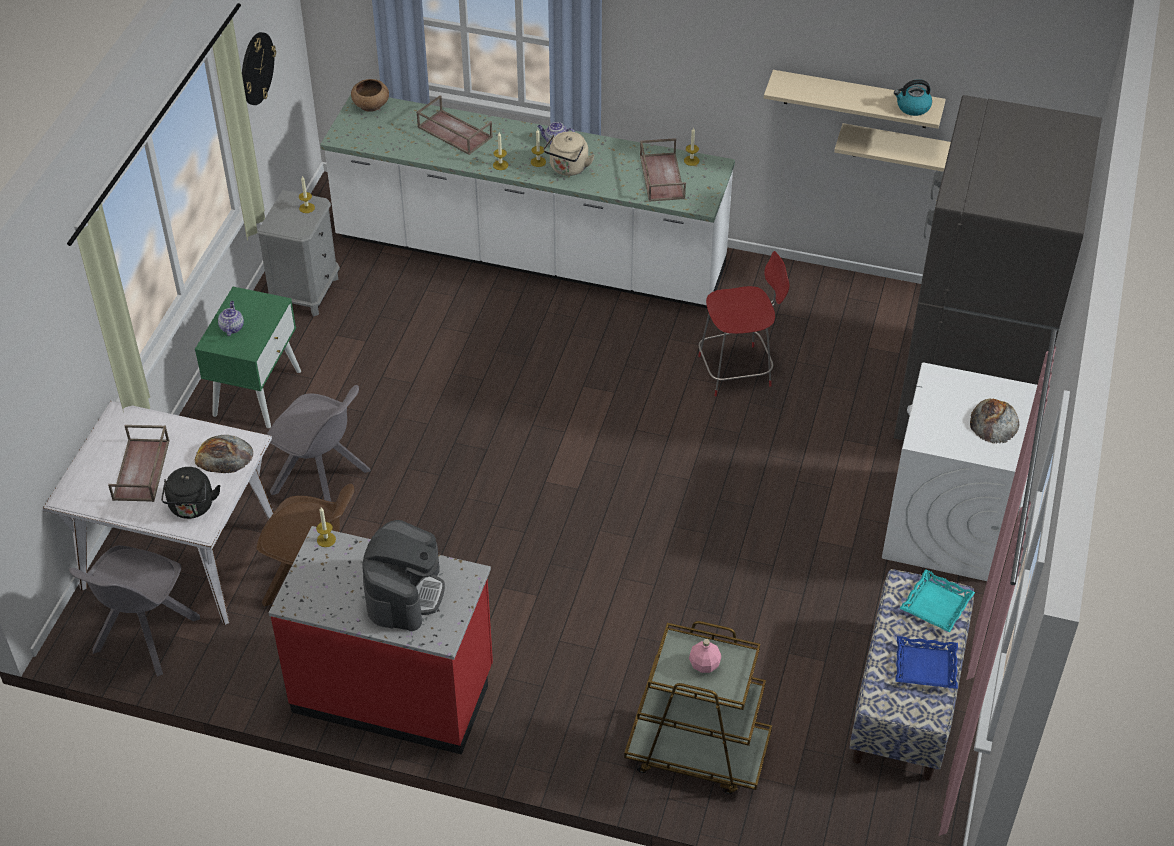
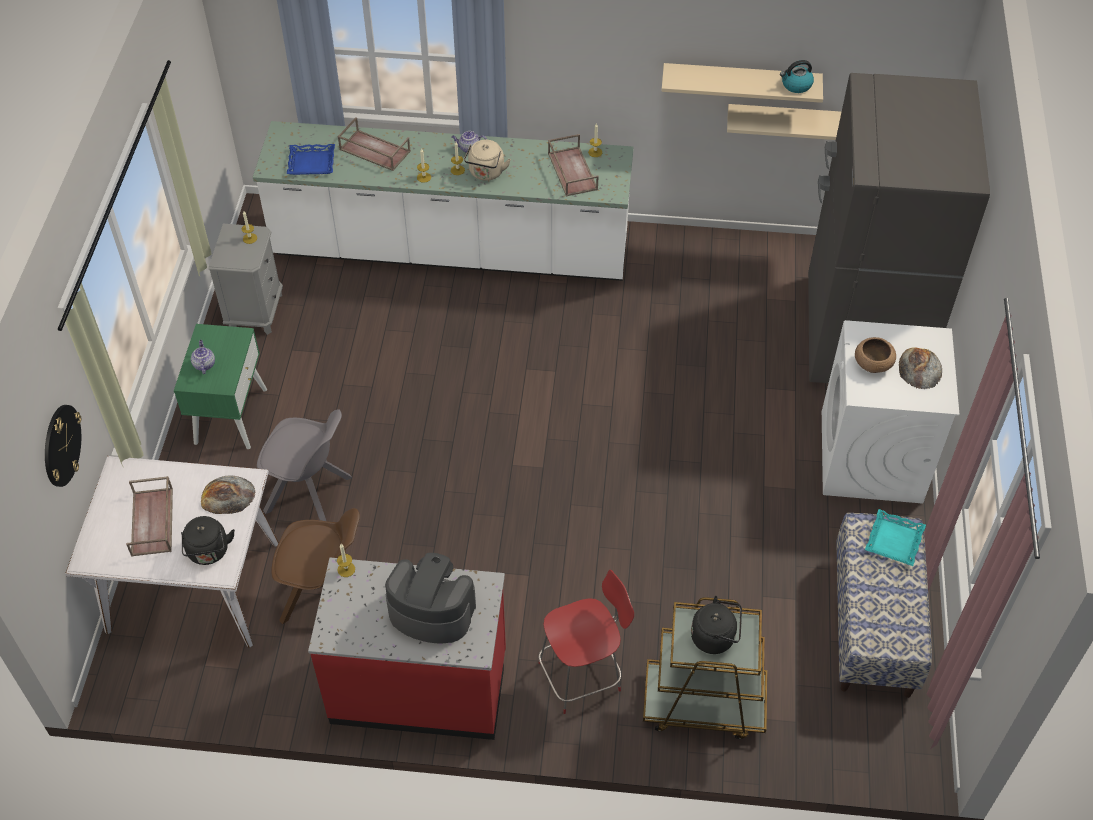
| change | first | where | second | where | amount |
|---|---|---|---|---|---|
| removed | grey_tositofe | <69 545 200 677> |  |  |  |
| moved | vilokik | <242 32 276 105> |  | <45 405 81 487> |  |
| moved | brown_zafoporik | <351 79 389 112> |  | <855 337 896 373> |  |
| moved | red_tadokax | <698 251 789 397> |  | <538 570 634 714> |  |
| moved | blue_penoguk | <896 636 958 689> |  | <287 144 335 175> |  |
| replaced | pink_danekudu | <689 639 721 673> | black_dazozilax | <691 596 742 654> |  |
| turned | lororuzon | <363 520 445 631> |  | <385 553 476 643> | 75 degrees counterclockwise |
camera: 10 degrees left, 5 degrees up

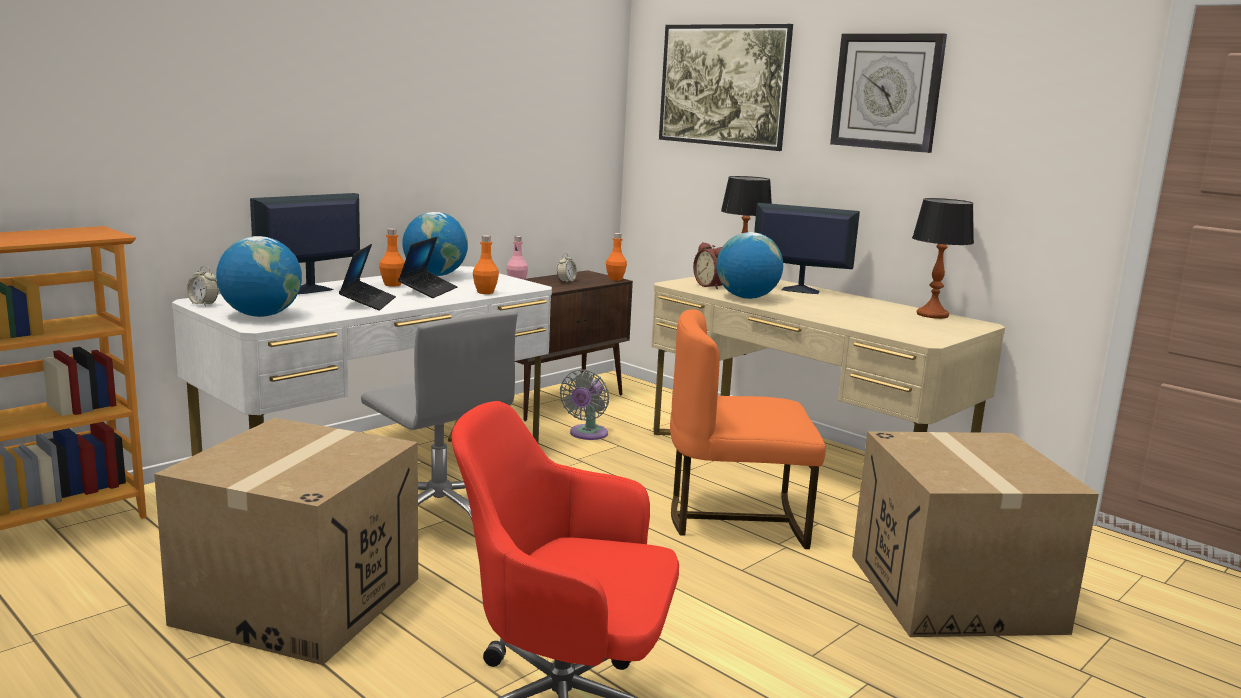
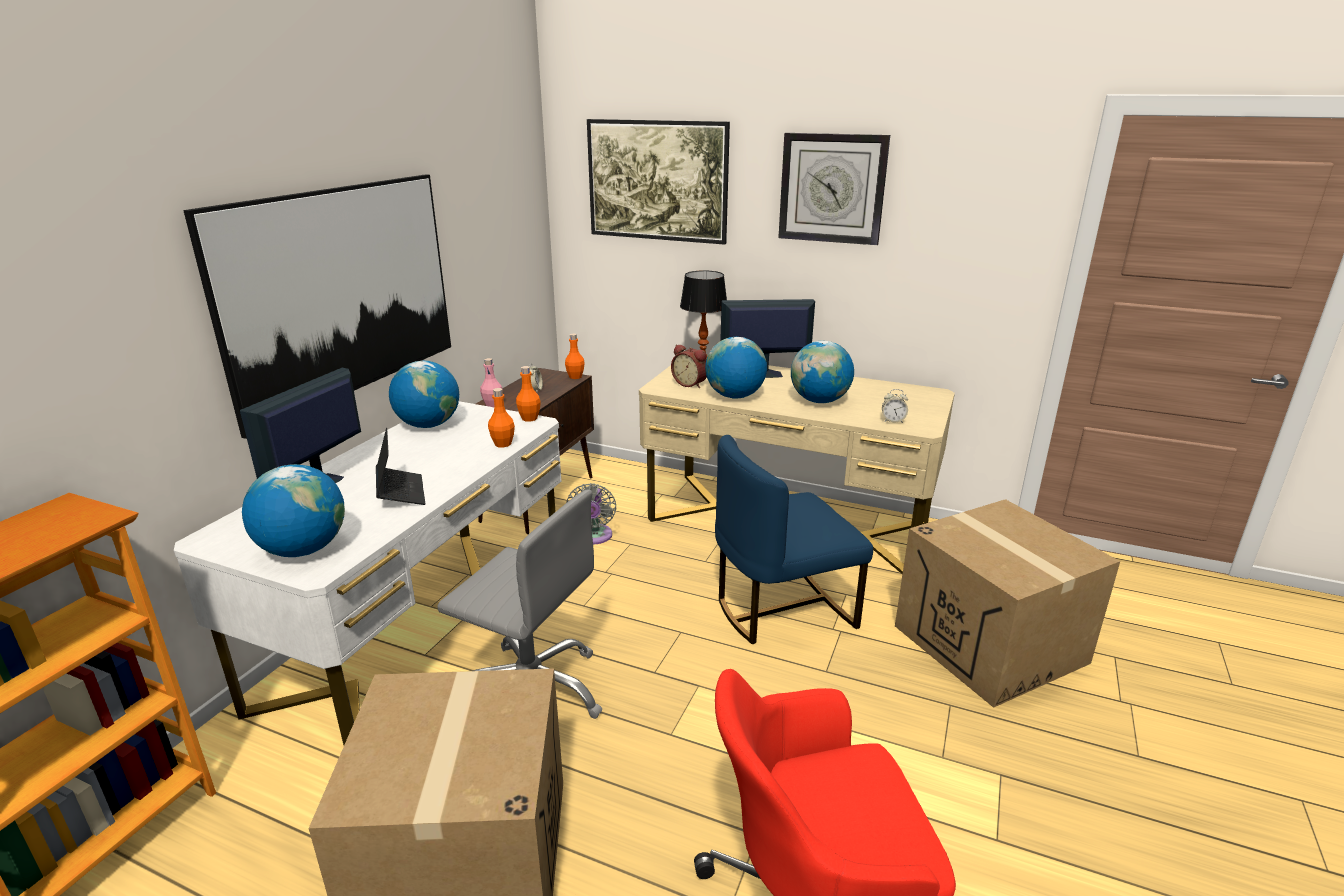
| change | first | where | second | where | amount |
|---|---|---|---|---|---|
| removed | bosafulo | <398 237 457 298> |  |  |  |
| removed | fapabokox | <912 198 974 319> |  |  |  |
| added |  |  | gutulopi | <183 174 451 439> |  |
| added |  |  | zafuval | <791 341 854 403> |  |
| moved | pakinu | <187 266 218 307> |  | <882 389 908 423> |  |
| moved | orange_danekudu | <379 228 405 287> |  | <516 366 541 422> |  |
| recoloured | orange_tositofe | <670 309 826 549> | blue_tositofe | <715 435 873 644> |  |
camera: 20 degrees left, 10 degrees up

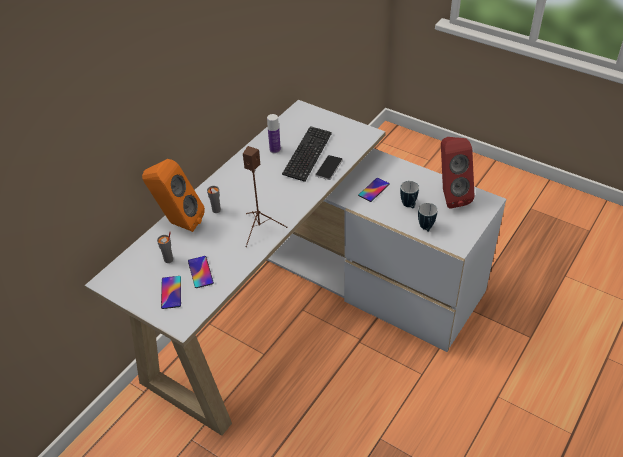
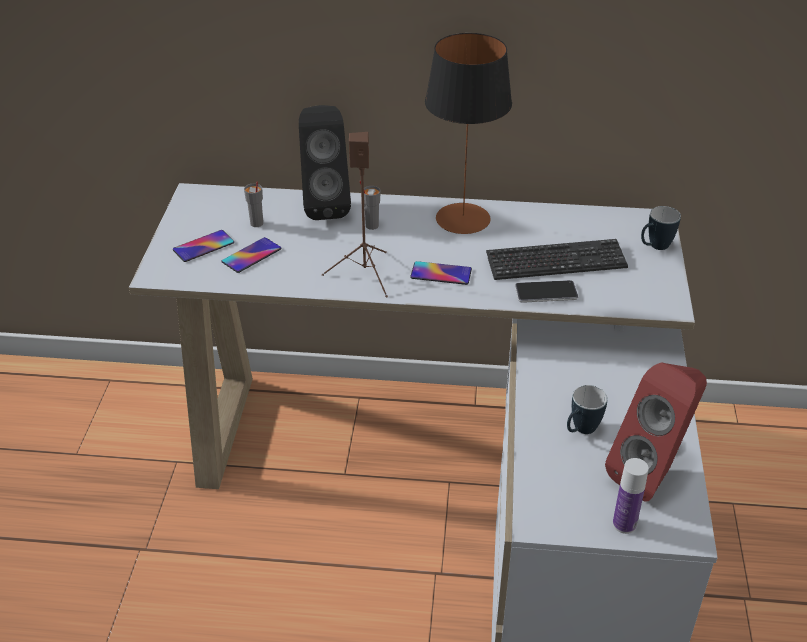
| change | first | where | second | where | amount |
|---|---|---|---|---|---|
| added |  |  | fapabokox | <425 33 512 234> |  |
| moved | danekudu | <267 114 281 154> |  | <613 458 649 534> |  |
| moved | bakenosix | <358 178 390 202> |  | <410 261 472 285> |  |
| moved | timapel | <418 203 438 232> |  | <641 206 681 250> |  |
| recoloured | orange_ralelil | <142 159 205 232> | black_ralelil | <299 105 351 220> |  |
camera: 60 degrees right, 5 degrees down

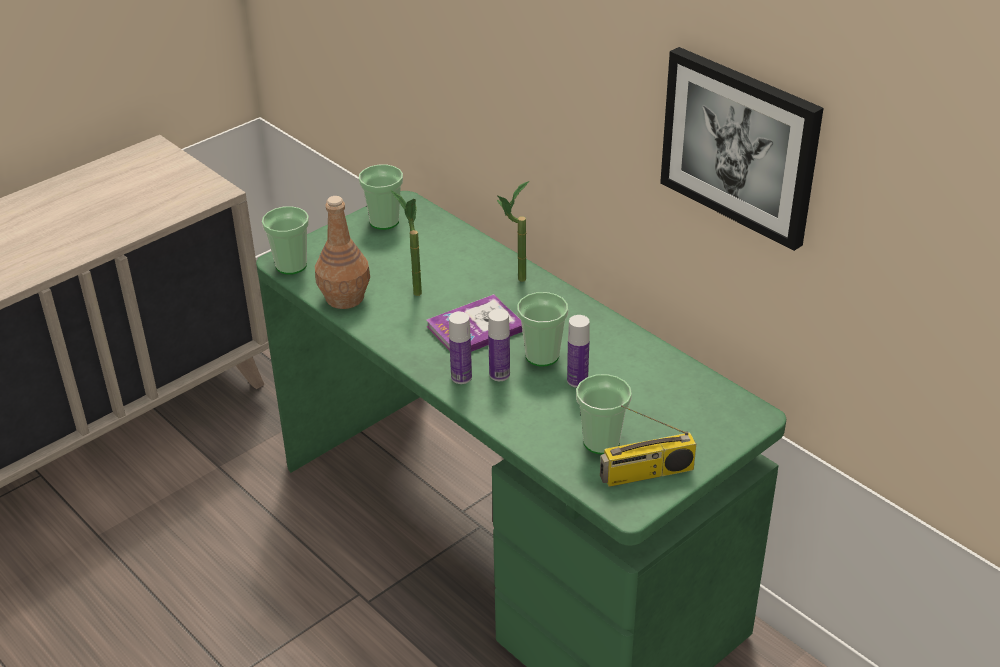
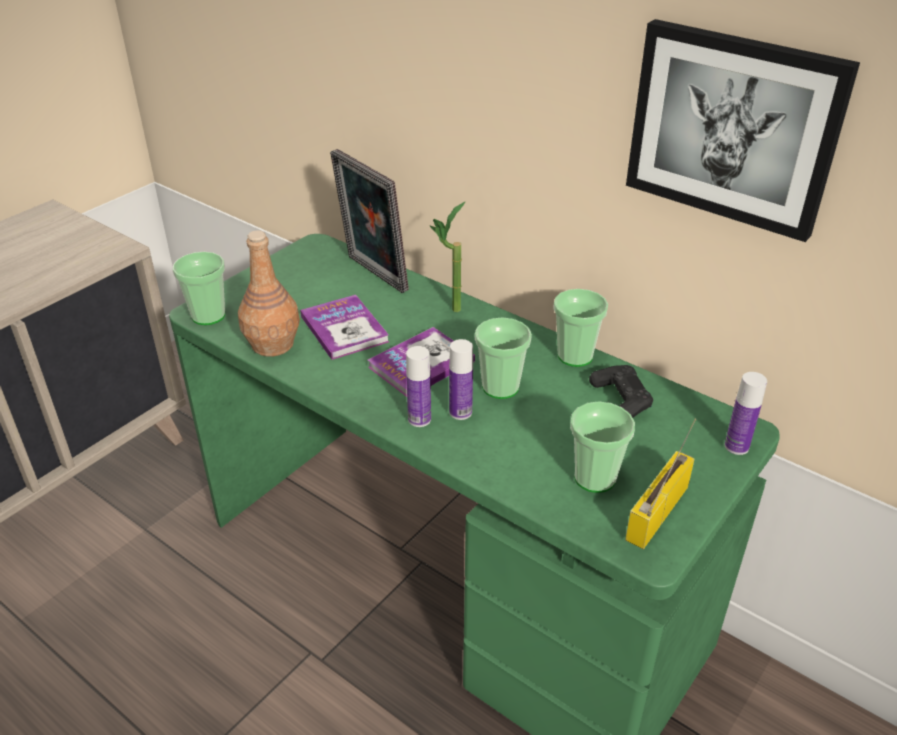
| change | first | where | second | where | amount |
|---|---|---|---|---|---|
| added |  |  | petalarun | <330 149 409 293> |  |
| added |  |  | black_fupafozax | <589 365 653 418> |  |
| moved | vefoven | <359 164 403 230> |  | <553 289 608 367> |  |
| moved | danekudu | <567 315 590 388> |  | <725 372 767 455> |  |
| replaced | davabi | <391 191 422 296> | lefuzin | <300 295 389 360> |  |
| turned | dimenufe | <600 405 696 487> |  | <625 419 697 549> | 150 degrees clockwise |
camera: 10 degrees left, 0 degrees up

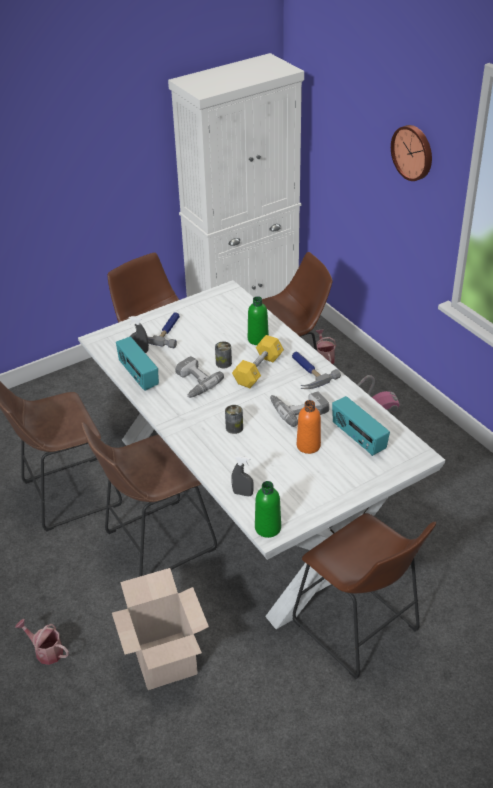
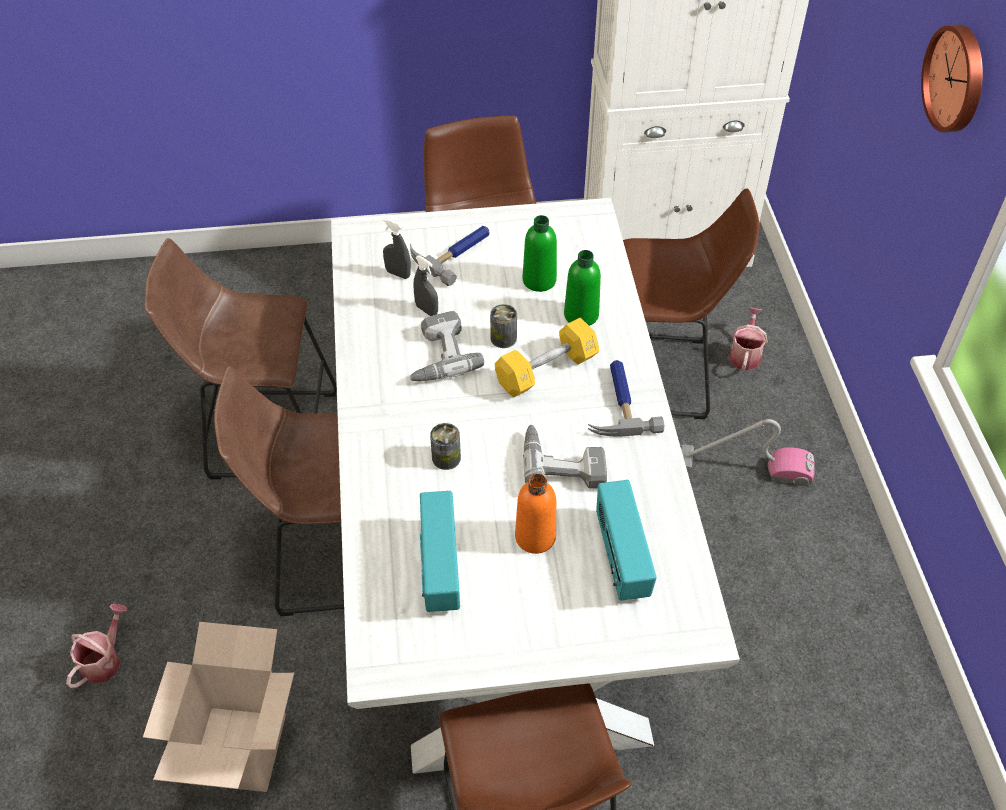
| change | first | where | second | where | amount |
|---|---|---|---|---|---|
| moved | dimenufe | <116 337 159 391> |  | <420 491 460 612> |  |
| moved | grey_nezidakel | <231 456 254 497> |  | <414 255 438 316> |  |
| moved | green_danekudu | <255 481 281 538> |  | <523 215 557 292> |  |
| turned | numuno | <15 619 69 665> |  | <66 604 128 688> | 60 degrees clockwise |
camera: 25 degrees right, 10 degrees up

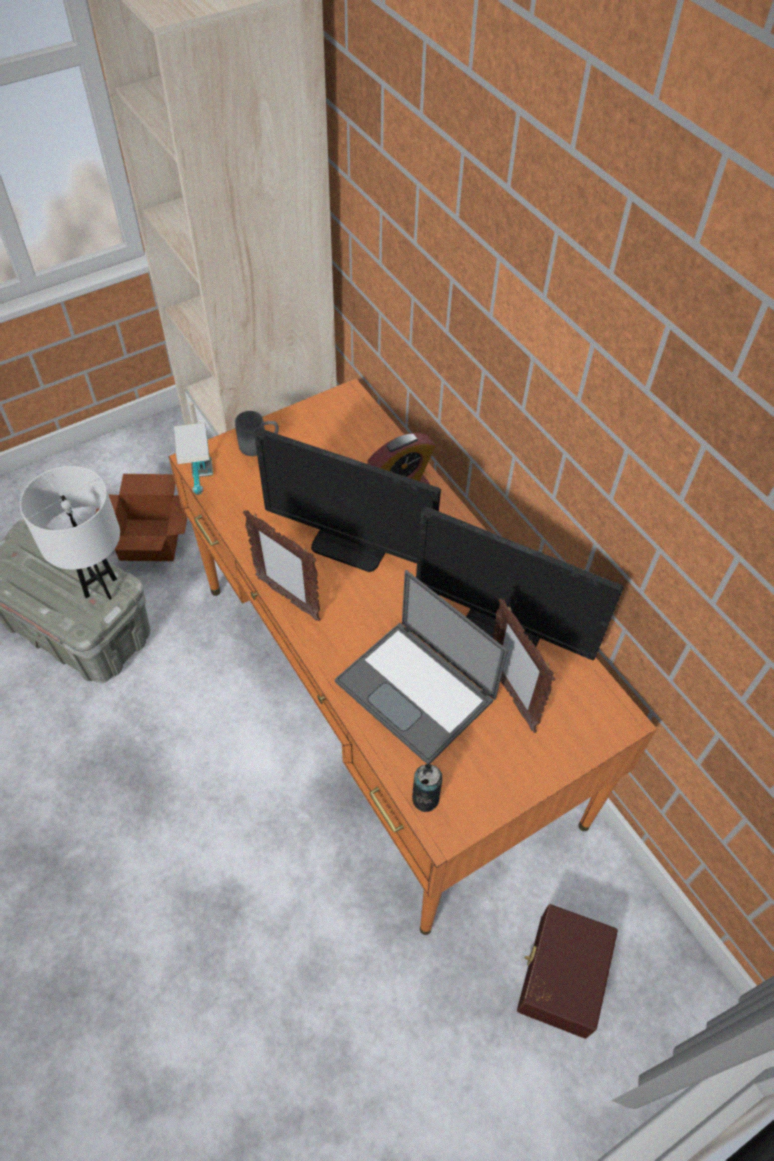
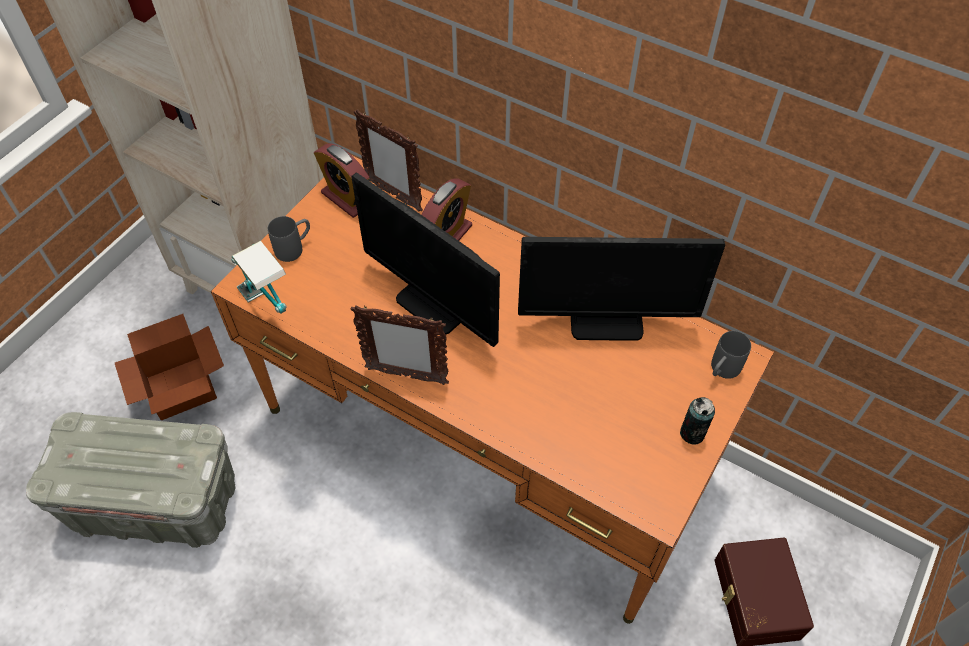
| change | first | where | second | where | amount |
|---|---|---|---|---|---|
| removed | white_fapabokox | <20 466 120 600> |  |  |  |
| removed | bosafulo | <335 570 508 764> |  |  |  |
| added |  |  | pakinu | <314 143 369 218> |  |
| added |  |  | grey_timapel | <711 331 751 379> |  |
| moved | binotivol | <412 764 442 812> |  | <680 397 715 444> |  |
| moved | petalarun | <492 598 555 733> |  | <353 109 423 212> |  |
| turned | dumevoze | <254 428 441 572> |  | <351 172 500 347> | 45 degrees clockwise |
camera: 25 degrees left, 0 degrees up

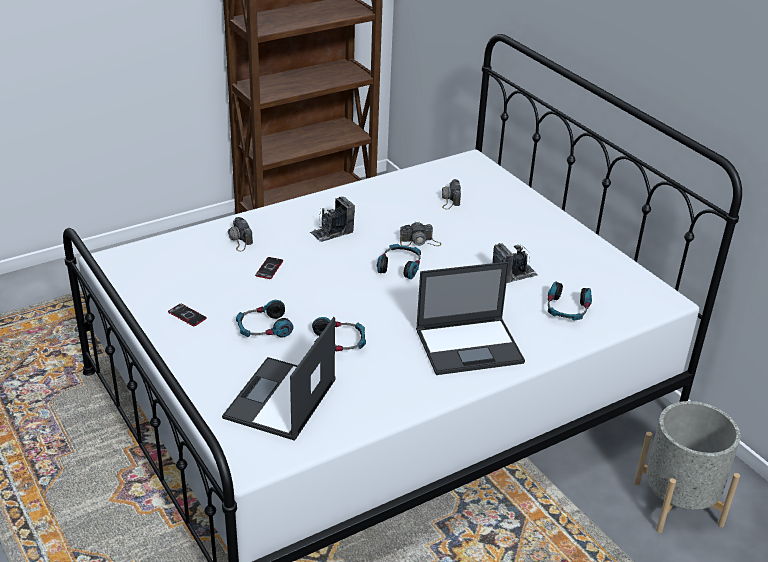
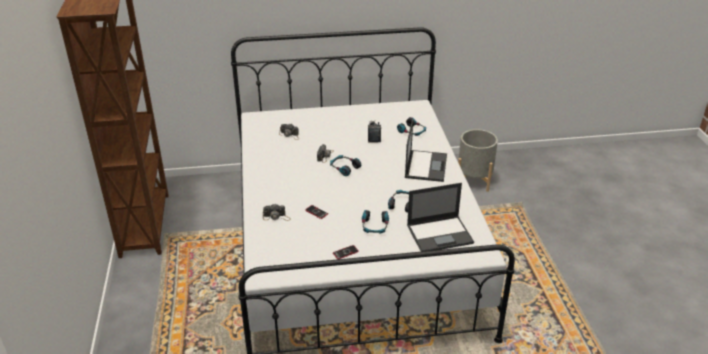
| change | first | where | second | where | amount |
|---|---|---|---|---|---|
| removed | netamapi | <310 197 355 242> |  |  |  |
| turned | bosafulo | <222 317 336 441> |  | <407 183 474 252> | 60 degrees counterclockwise |
camera: 65 degrees left, 0 degrees up

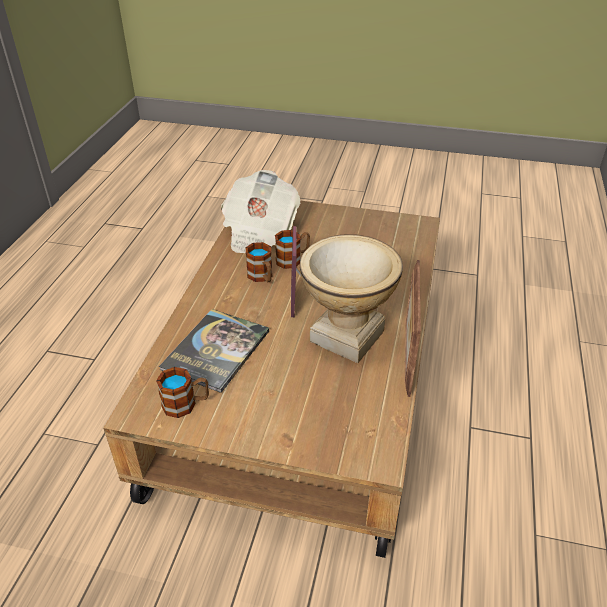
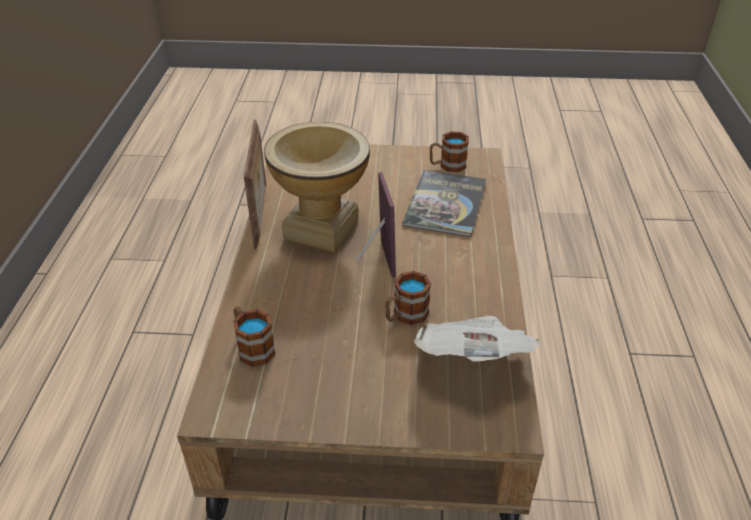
| change | first | where | second | where | amount |
|---|---|---|---|---|---|
| moved | timapel | <246 242 272 282> |  | <233 306 276 367> |  |
camera: 170 degrees right, 0 degrees up

